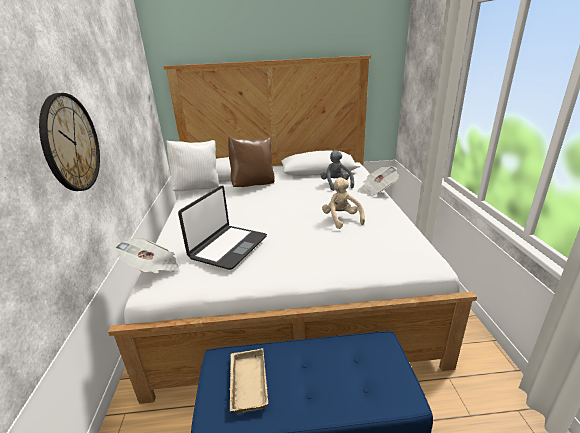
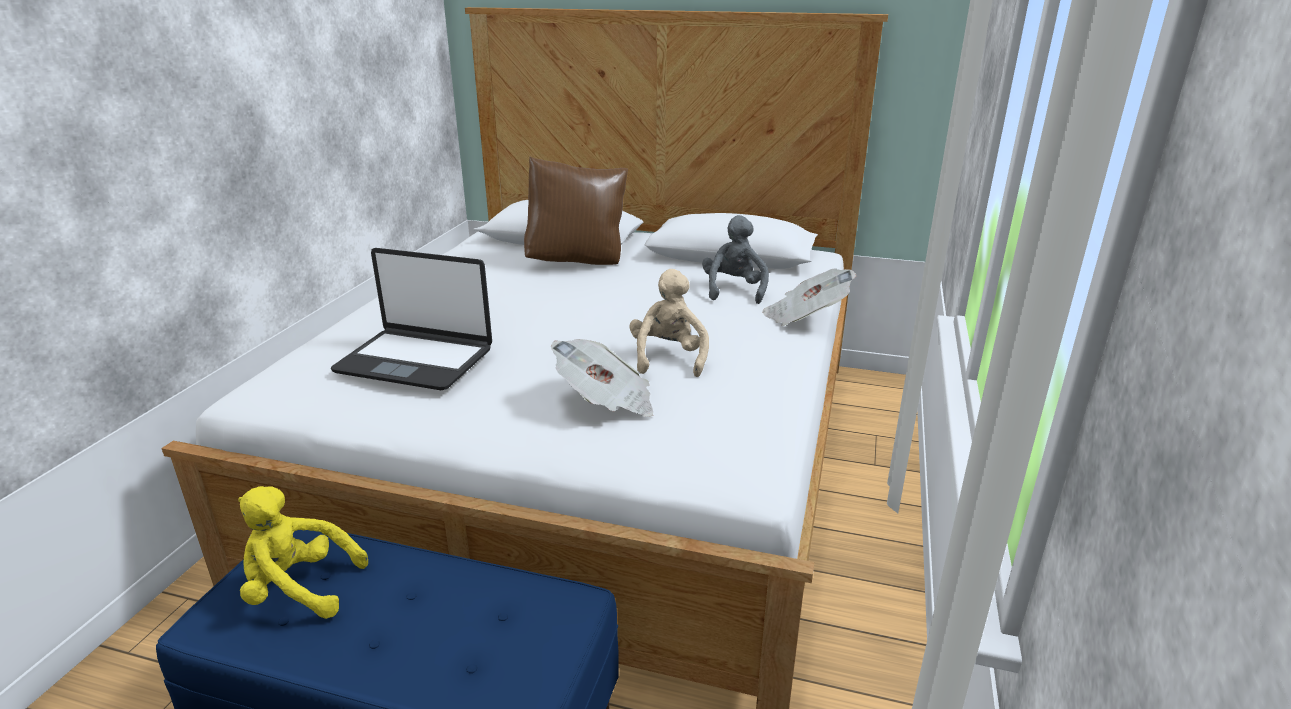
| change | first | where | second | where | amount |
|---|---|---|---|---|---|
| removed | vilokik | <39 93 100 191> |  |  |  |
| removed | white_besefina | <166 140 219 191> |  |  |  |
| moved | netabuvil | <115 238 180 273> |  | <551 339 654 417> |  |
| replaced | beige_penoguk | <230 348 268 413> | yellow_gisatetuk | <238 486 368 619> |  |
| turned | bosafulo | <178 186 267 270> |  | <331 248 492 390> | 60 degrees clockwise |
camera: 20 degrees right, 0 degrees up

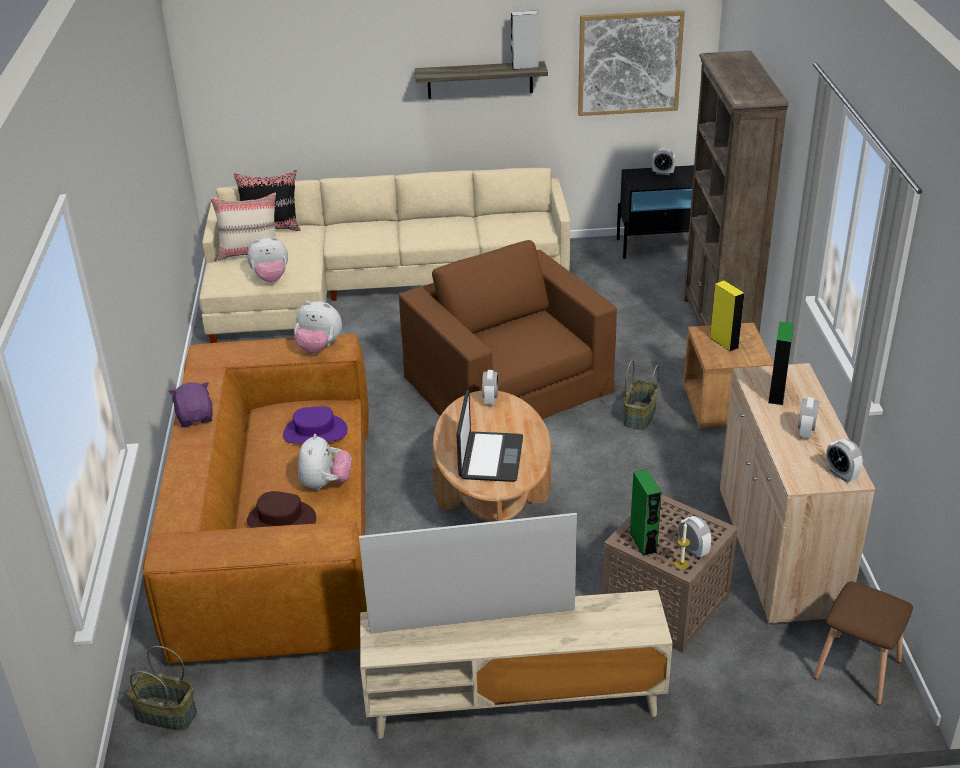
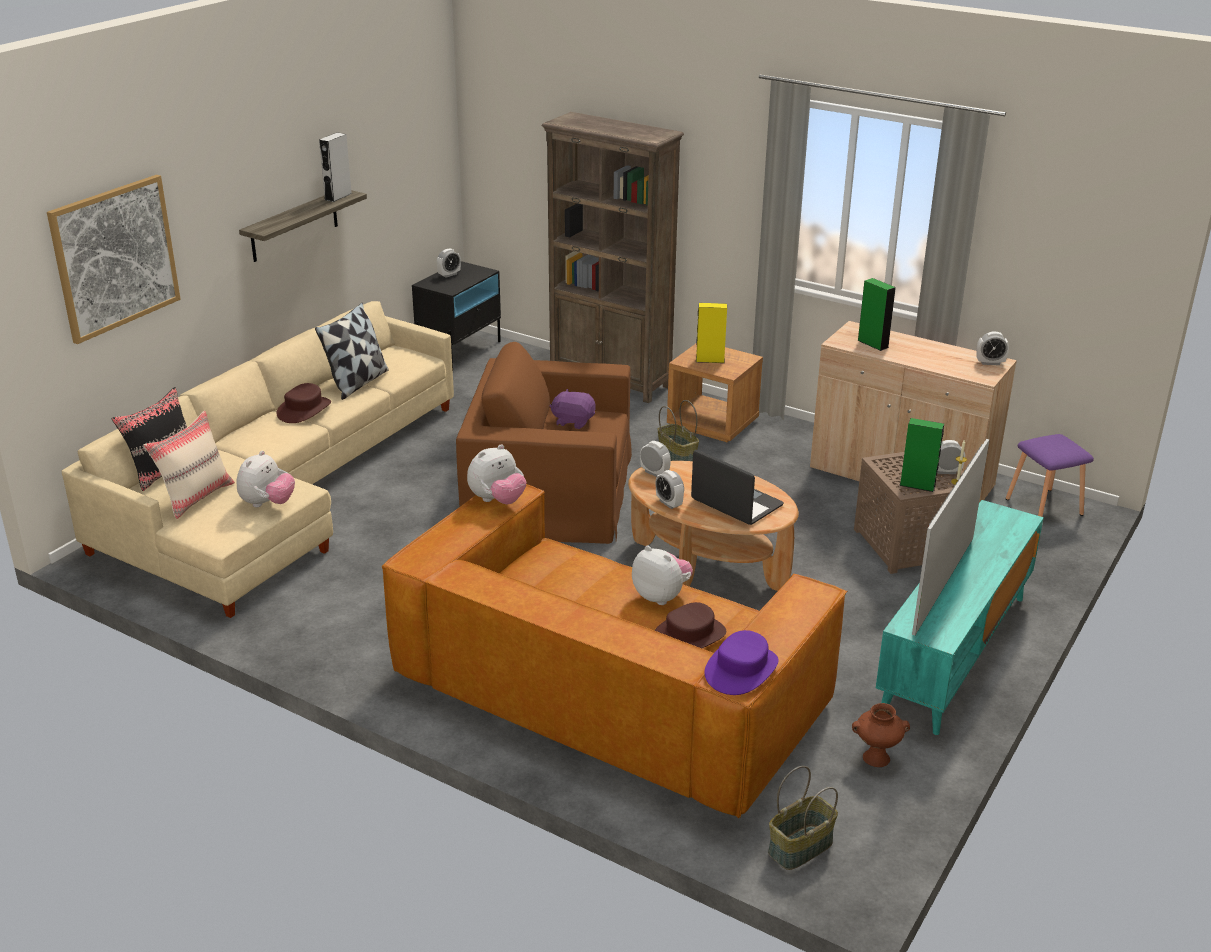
| change | first | where | second | where | amount |
|---|---|---|---|---|---|
| added |  |  | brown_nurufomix | <276 383 331 423> |  |
| added |  |  | besefina | <315 303 389 400> |  |
| added |  |  | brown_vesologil | <852 703 910 767> |  |
| moved | purple_gisatetuk | <168 382 213 427> |  | <550 389 596 429> |  |
| moved | purple_nurufomix | <283 406 348 444> |  | <705 630 779 695> |  |
| moved | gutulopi | <578 10 685 116> |  | <47 175 180 344> |  |
| moved | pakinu | <798 397 819 439> |  | <655 470 684 509> |  |
| recoloured | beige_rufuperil | <360 590 673 739> | turquoise_rufuperil | <876 500 1044 735> |  |
| recoloured | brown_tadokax | <813 582 913 705> | purple_tadokax | <1006 434 1094 517> |  |
camera: 55 degrees left, 5 degrees down

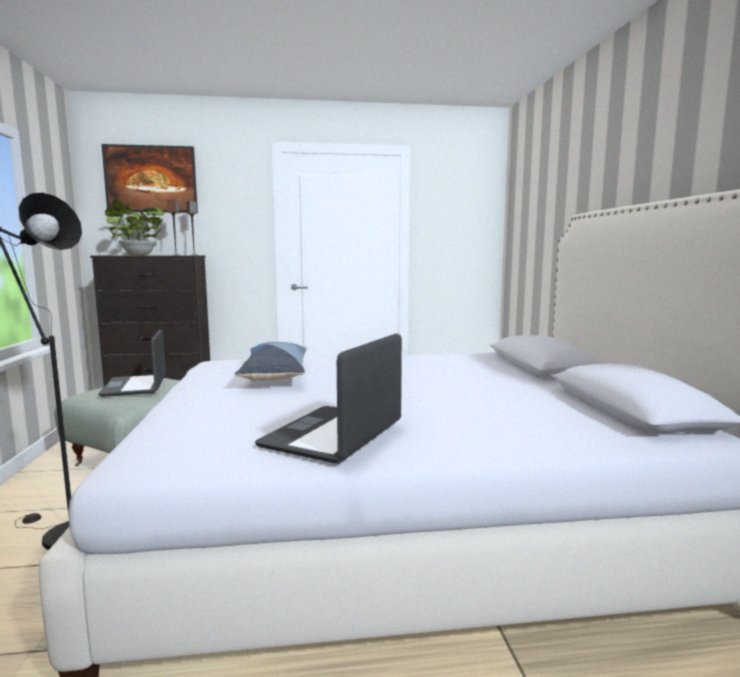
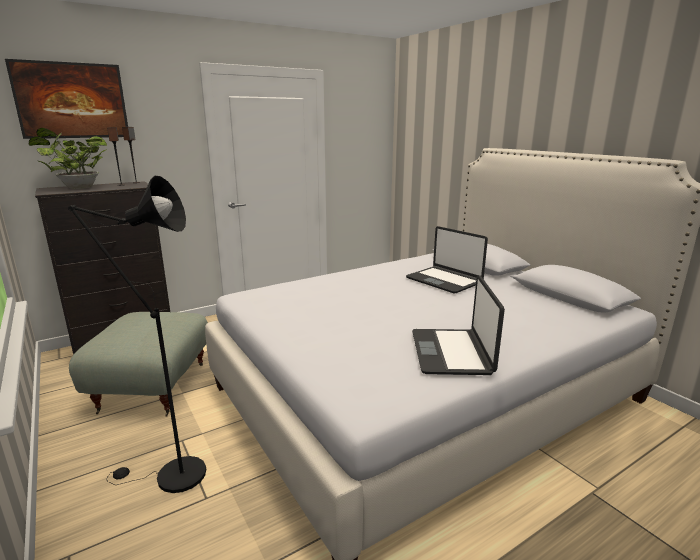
| change | first | where | second | where | amount |
|---|---|---|---|---|---|
| removed | besefina | <234 342 307 381> |  |  |  |
| moved | bosafulo | <98 330 166 397> |  | <406 226 488 294> |  |
camera: 25 degrees left, 10 degrees up

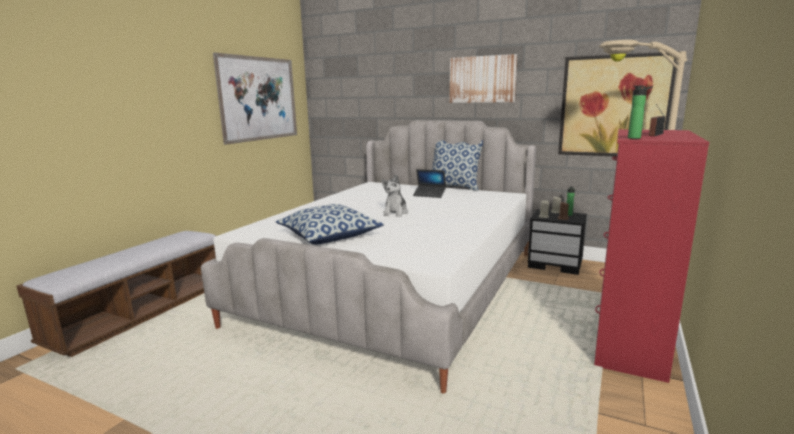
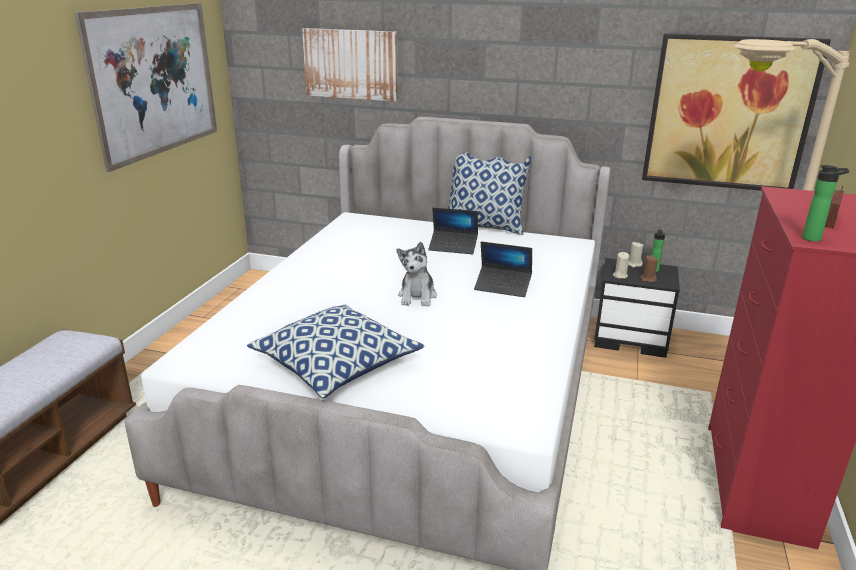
| change | first | where | second | where | amount |
|---|---|---|---|---|---|
| added |  |  | bosafulo | <474 241 532 297> |  |
| moved | gutulopi | <450 54 517 103> |  | <302 28 398 101> |  |
camera: 10 degrees left, 10 degrees up

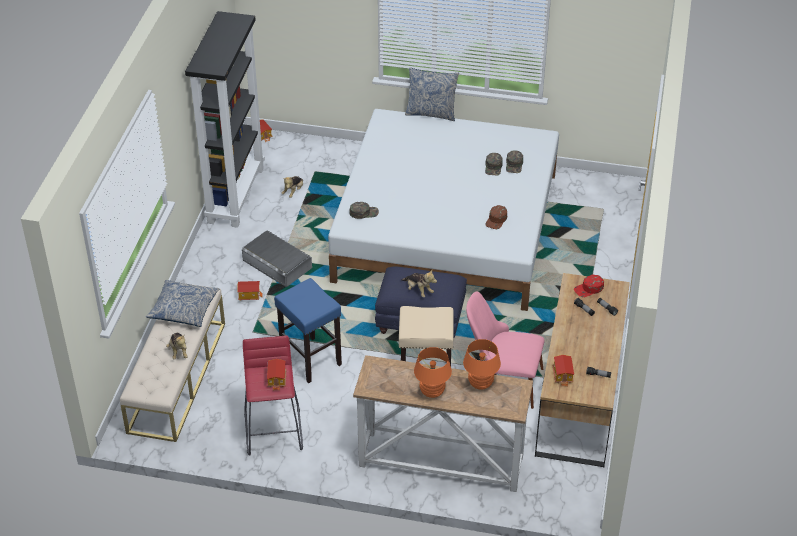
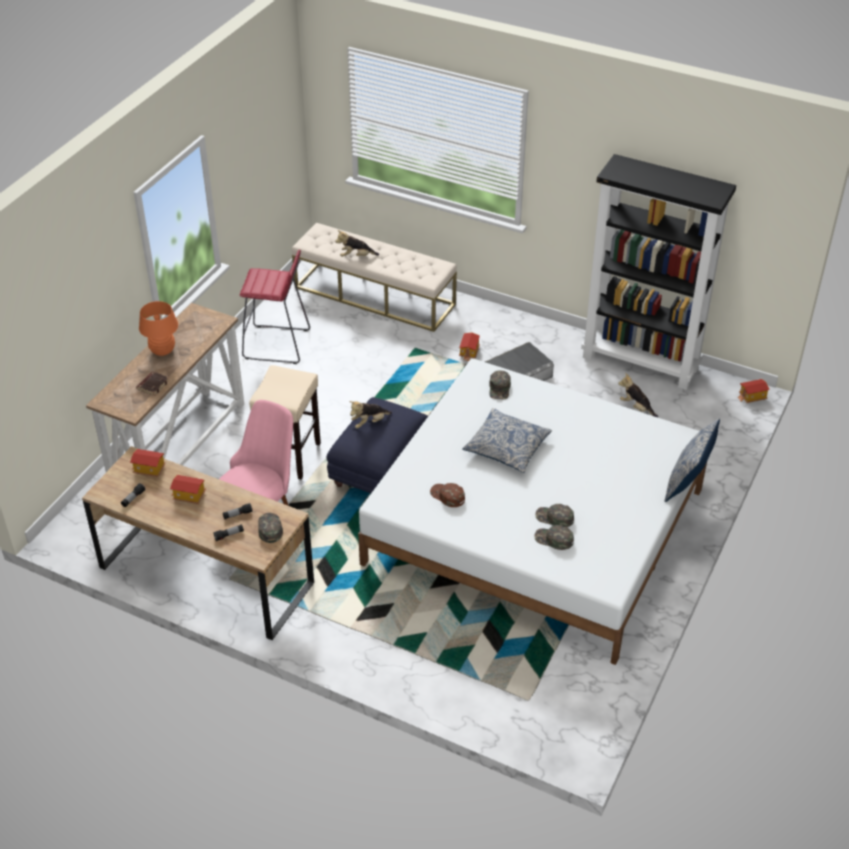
| change | first | where | second | where | amount |
|---|---|---|---|---|---|
| removed | blue_tadokax | <274 278 342 383> |  |  |  |
| moved | besefina | <146 280 219 327> |  | <462 408 552 473> |  |
| moved | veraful | <267 359 286 390> |  | <170 475 206 504> |  |
| replaced | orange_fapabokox | <463 339 501 390> | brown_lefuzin | <136 371 170 396> |  |
| recoloured | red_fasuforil | <574 275 604 297> | green_fasuforil | <258 513 283 543> |  |
camera: 105 degrees right, 0 degrees up

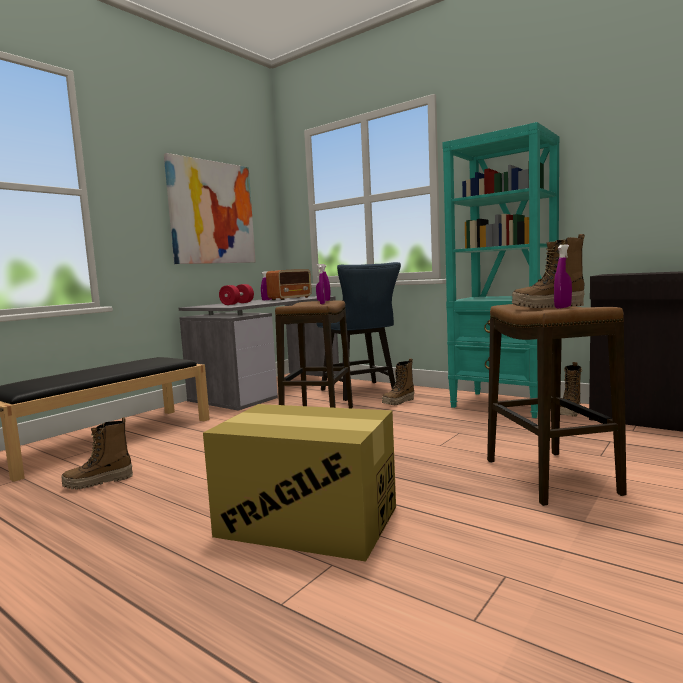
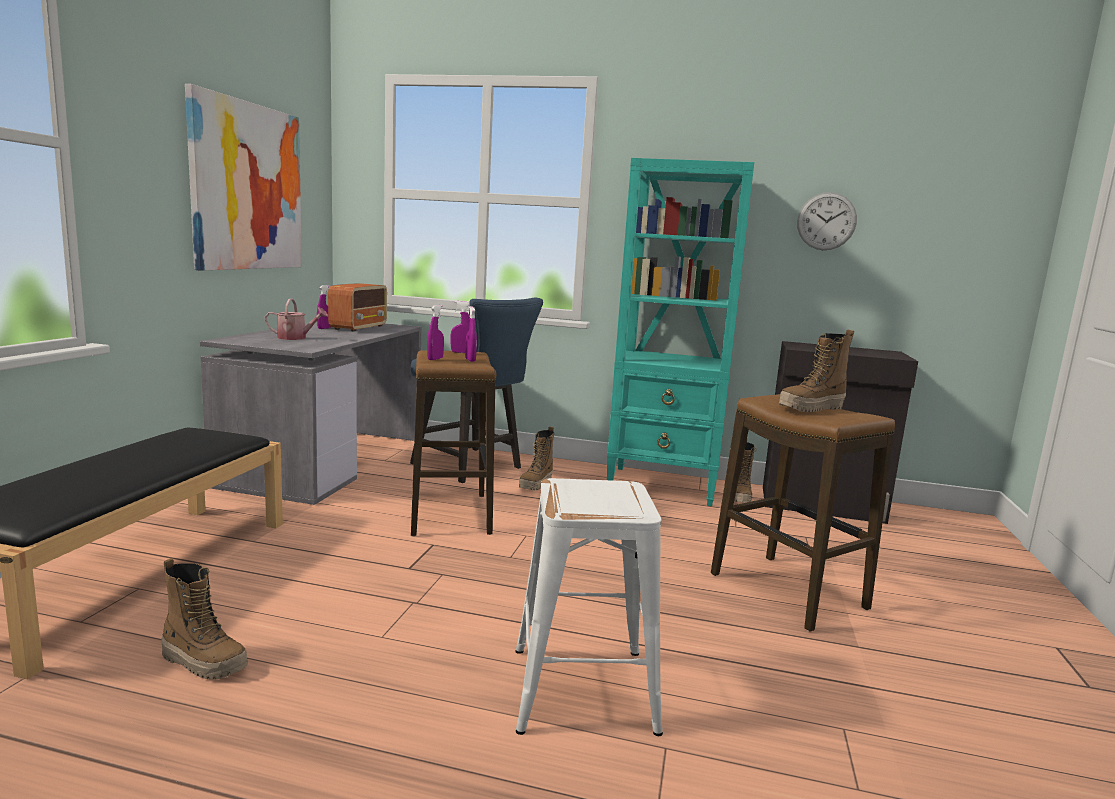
| change | first | where | second | where | amount |
|---|---|---|---|---|---|
| added |  |  | vilokik | <797 192 857 250> |  |
| moved | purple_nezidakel | <554 244 572 309> |  | <427 305 444 360> |  |
| replaced | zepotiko | <203 404 396 562> | white_tadokax | <515 478 663 736> |  |
| replaced | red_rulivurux | <219 284 254 305> | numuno | <265 298 328 340> |  |
| turned | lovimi | <62 417 133 490> |  | <162 558 248 680> | 105 degrees counterclockwise |
camera: 25 degrees left, 5 degrees up

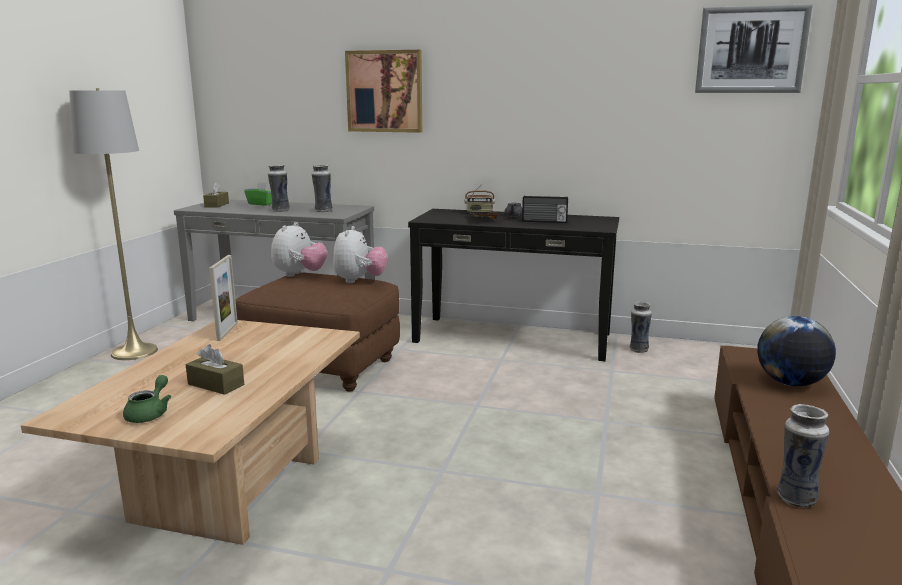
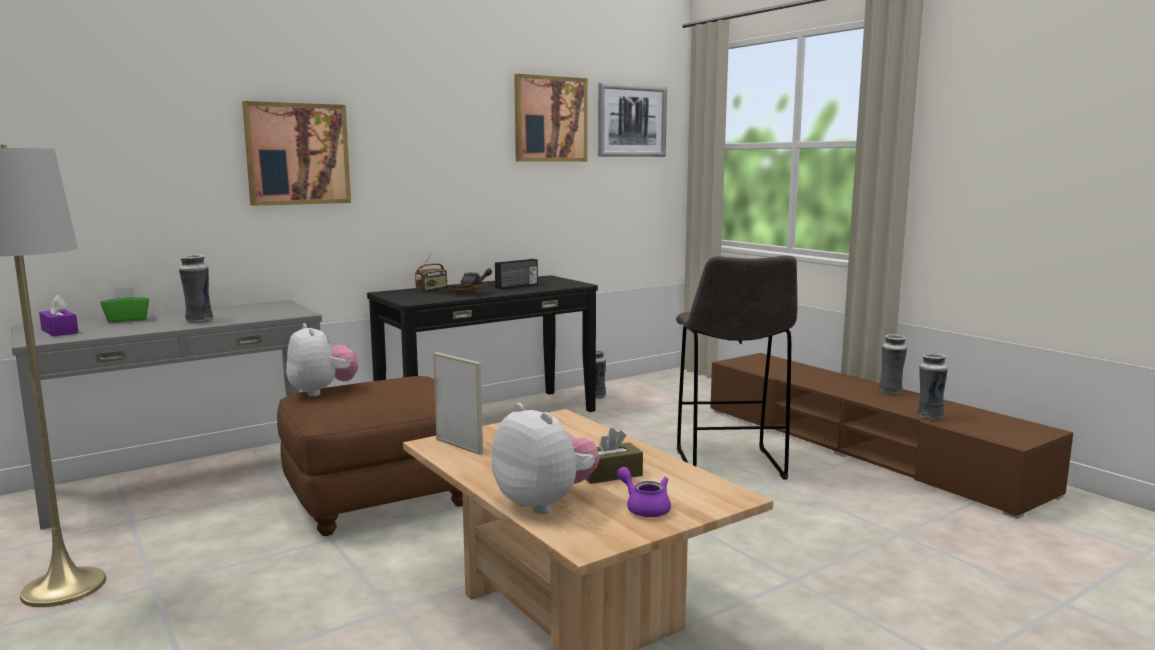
| change | first | where | second | where | amount |
|---|---|---|---|---|---|
| removed | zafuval | <757 316 836 386> |  |  |  |
| added |  |  | gutulopi | <514 74 588 161> |  |
| added |  |  | grey_tadokax | <676 256 798 480> |  |
| moved | vesologil | <312 164 333 212> |  | <879 334 907 394> |  |
| moved | gisatetuk | <333 226 387 283> |  | <492 403 599 514> |  |
| recoloured | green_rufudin | <123 375 171 423> | purple_rufudin | <617 467 671 517> |  |
| recoloured | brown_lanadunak | <203 183 229 208> | purple_lanadunak | <39 295 79 336> |  |
camera: 50 degrees left, 5 degrees down

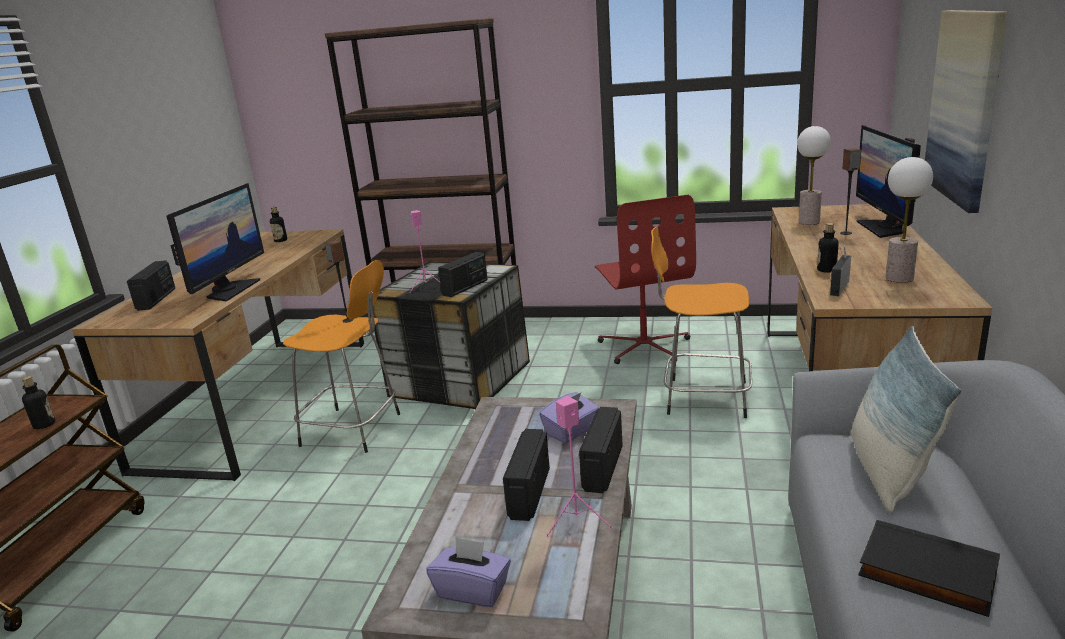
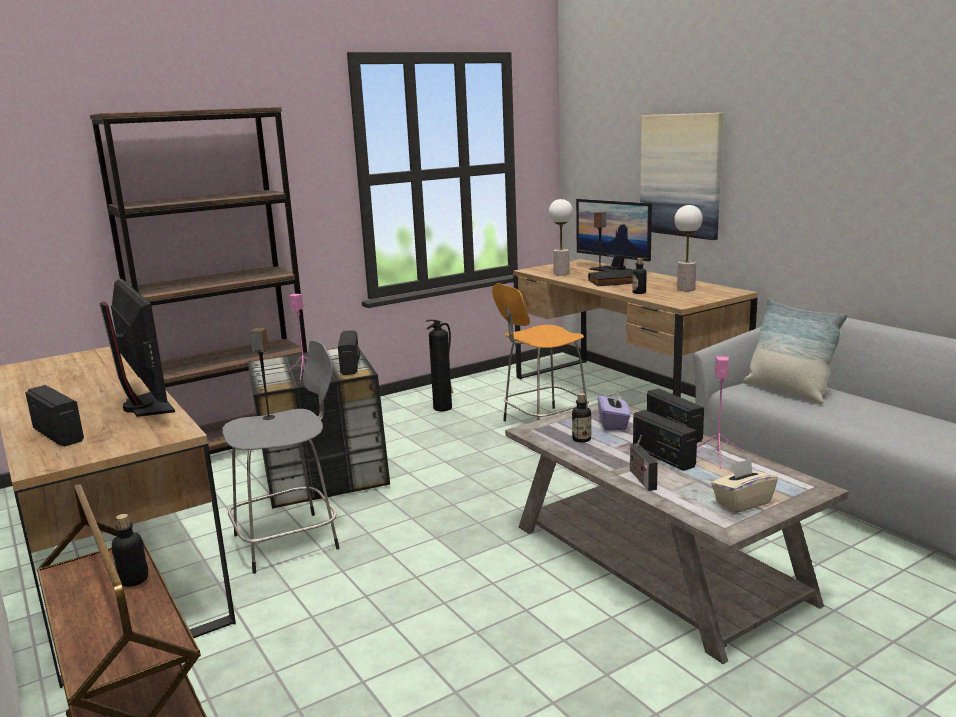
| change | first | where | second | where | amount |
|---|---|---|---|---|---|
| moved | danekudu | <270 207 287 242> |  | <572 393 591 443> |  |
| moved | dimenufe | <830 246 851 296> |  | <630 435 658 491> |  |
| moved | black_lefuzin | <858 520 1000 617> |  | <588 269 634 286> |  |
| replaced | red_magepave | <595 195 696 364> | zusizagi | <426 320 453 411> |  |
| recoloured | orange_tadokax | <283 260 400 453> | grey_tadokax | <222 340 339 574> |  |
| recoloured | purple_lanadunak | <426 537 511 607> | beige_lanadunak | <711 459 778 513> |  |
camera: 45 degrees left, 5 degrees down

